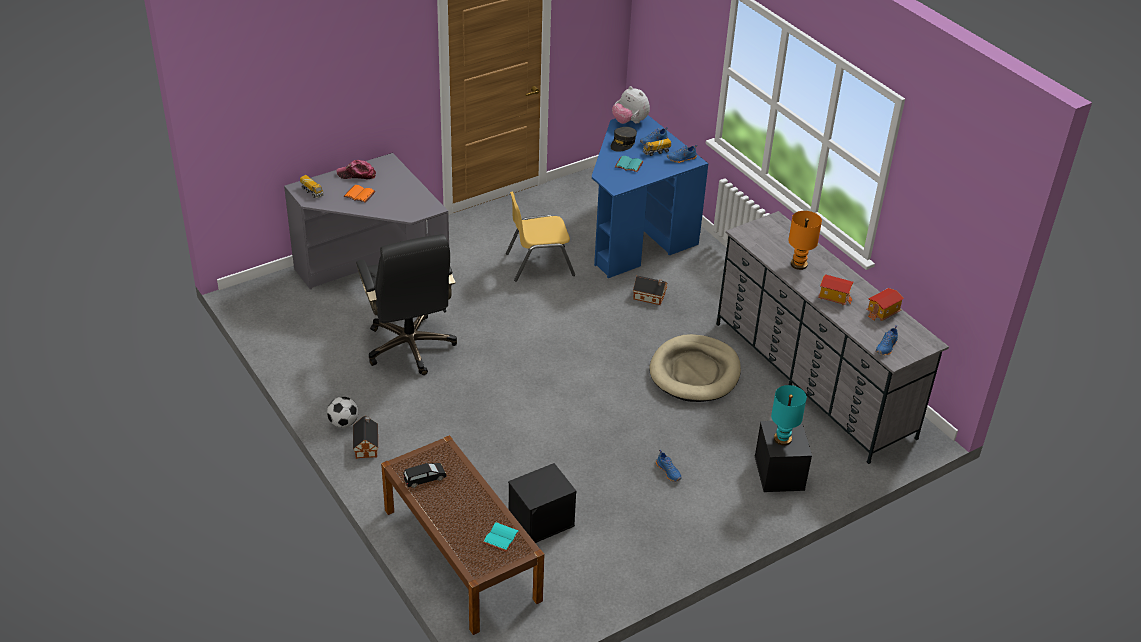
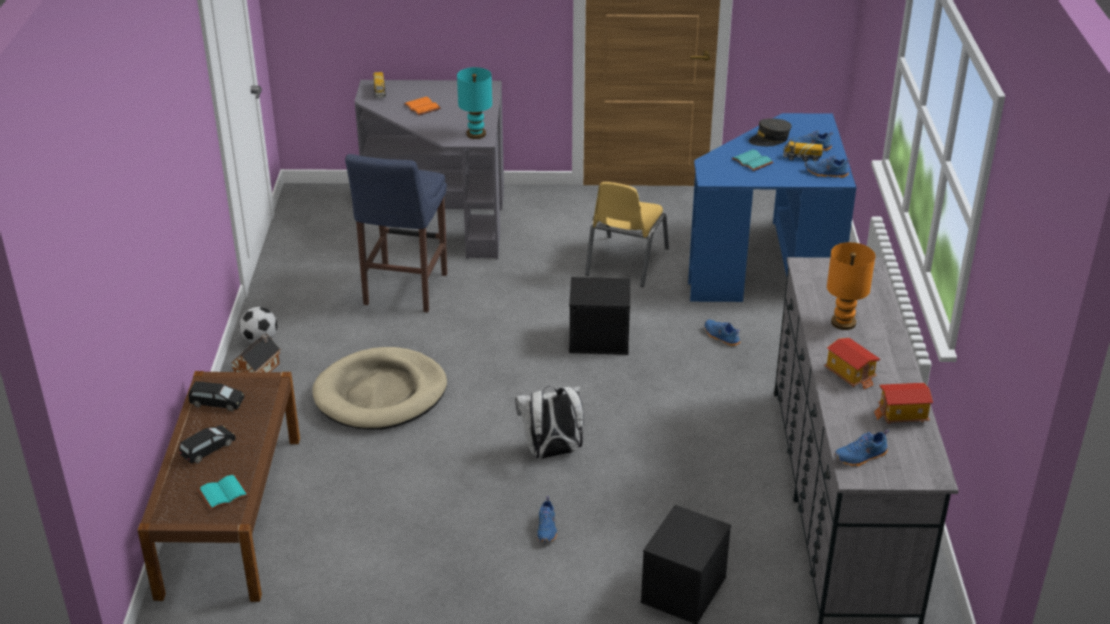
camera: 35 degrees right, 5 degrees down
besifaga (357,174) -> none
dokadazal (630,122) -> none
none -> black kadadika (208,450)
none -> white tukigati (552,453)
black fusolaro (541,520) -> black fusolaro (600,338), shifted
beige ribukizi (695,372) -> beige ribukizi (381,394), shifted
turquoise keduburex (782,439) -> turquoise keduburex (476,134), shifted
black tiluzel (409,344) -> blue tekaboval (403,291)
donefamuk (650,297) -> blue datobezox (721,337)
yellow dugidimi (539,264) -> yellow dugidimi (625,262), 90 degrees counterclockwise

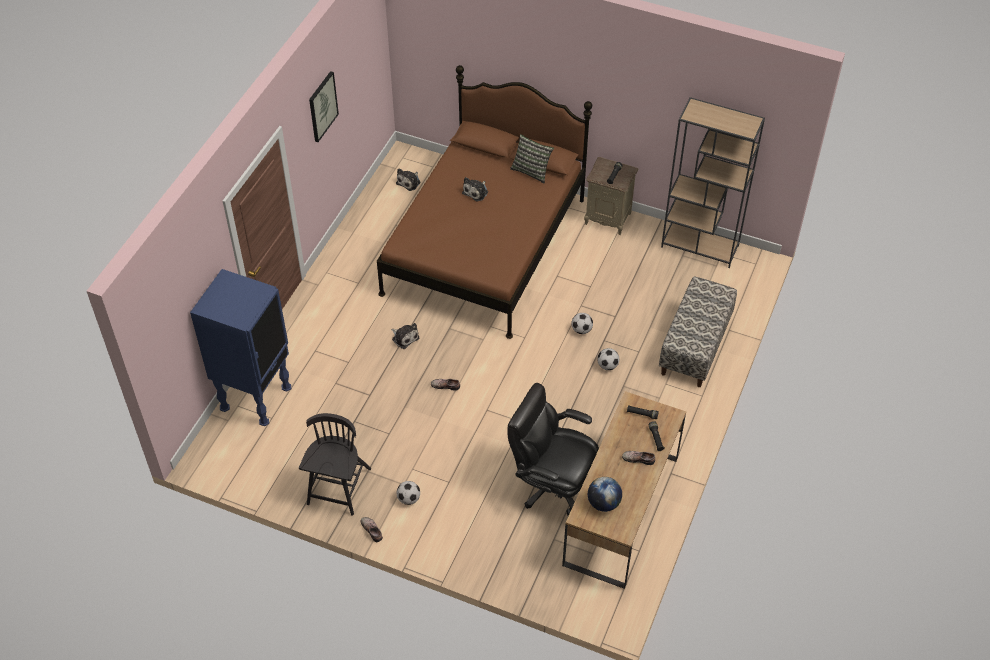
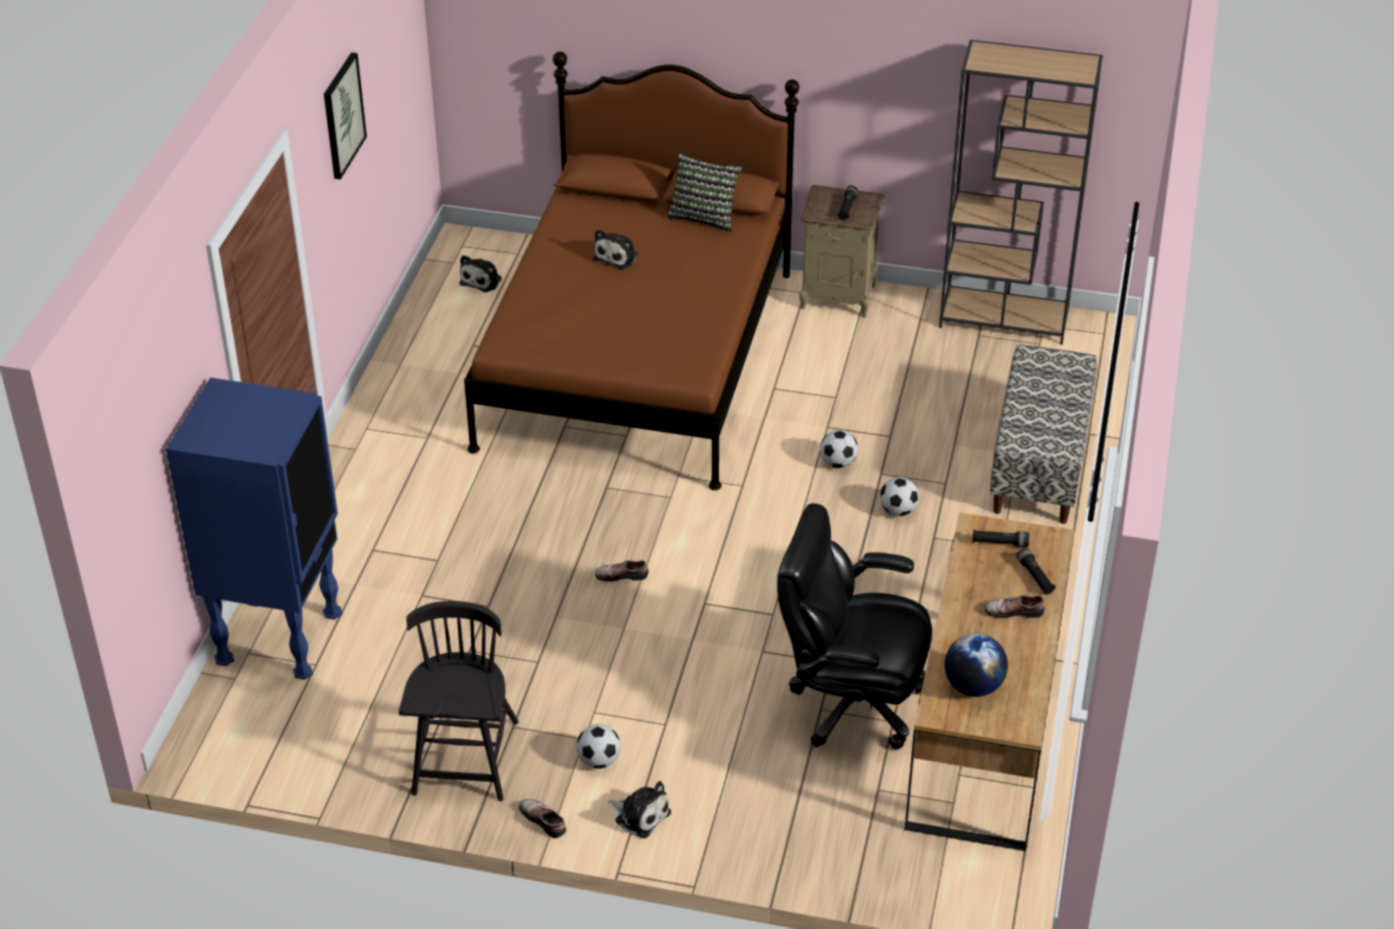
camera: 10 degrees left, 10 degrees down
dokadazal (404,337) -> dokadazal (640,815), shifted

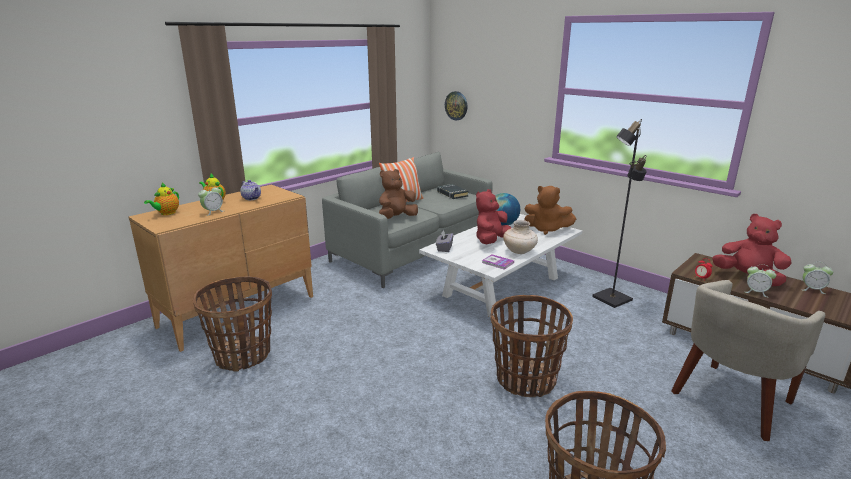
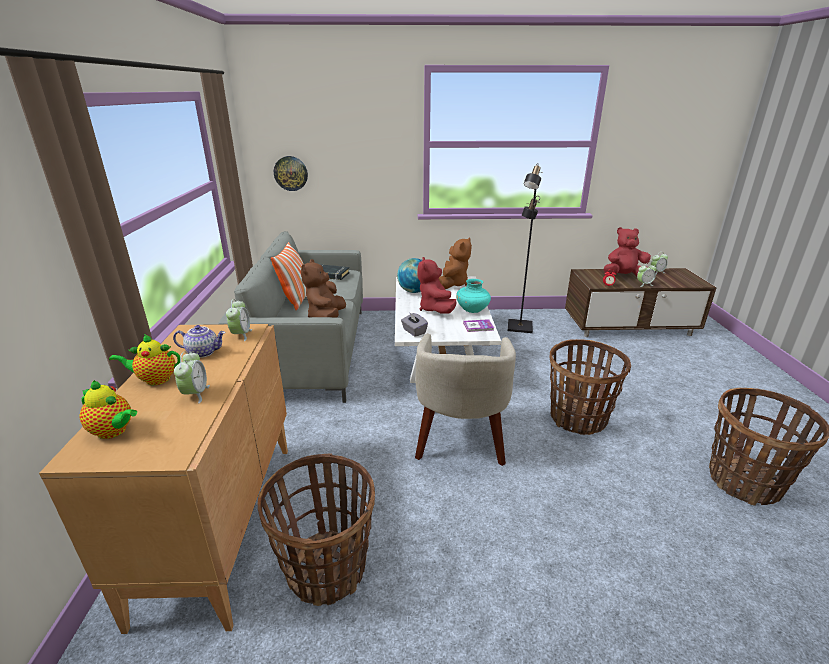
camera: 45 degrees left, 5 degrees up
none -> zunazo (241,335)
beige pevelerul (731,400) -> beige pevelerul (460,440), shifted
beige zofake (519,251) -> turquoise zofake (472,310)
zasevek (166,213) -> zasevek (114,431), 45 degrees counterclockwise
brown dokadazal (547,229) -> brown dokadazal (453,284), 45 degrees counterclockwise

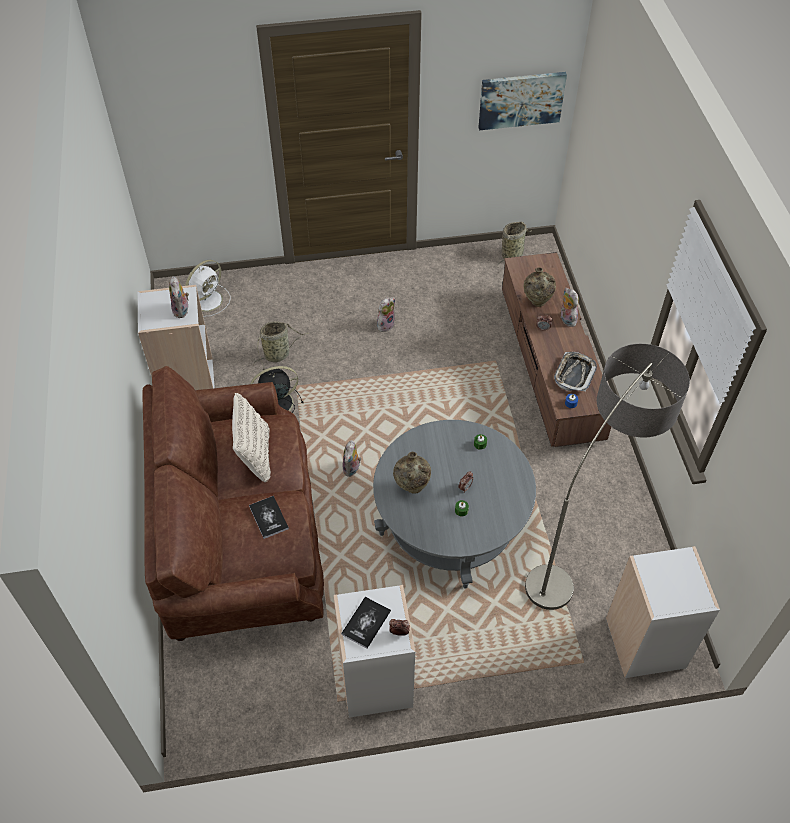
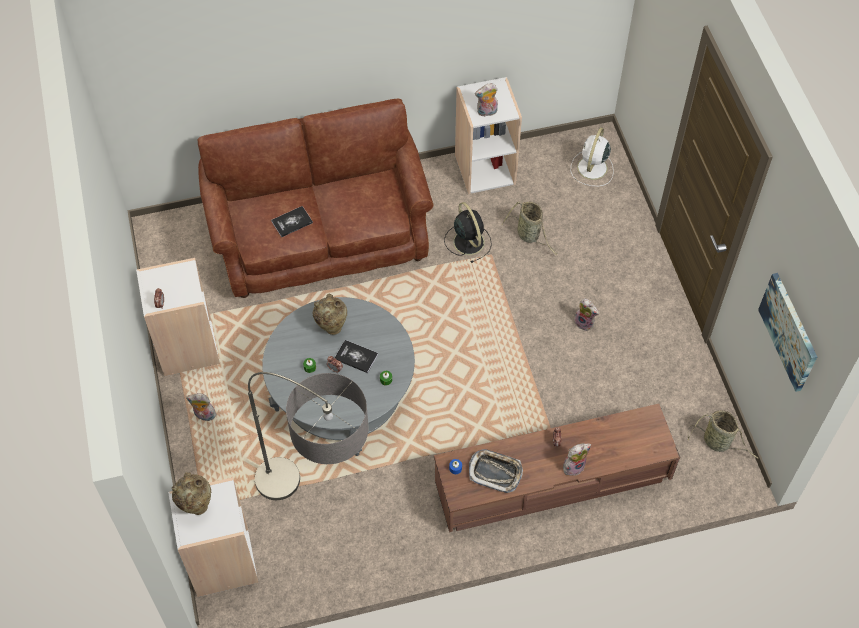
camera: 85 degrees right, 5 degrees up
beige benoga (255,456) -> none
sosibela (366,623) -> sosibela (356,357), shifted
dokadazal (352,469) -> dokadazal (204,416), shifted
beige zofake (537,303) -> beige zofake (196,505), shifted
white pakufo (208,299) -> white pakufo (591,169), 75 degrees clockwise

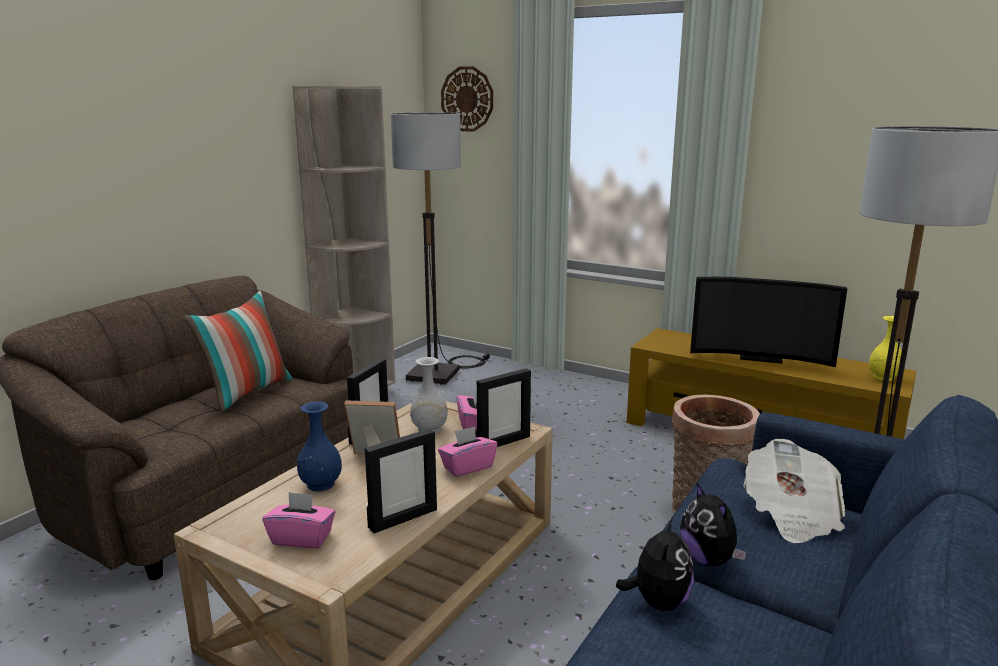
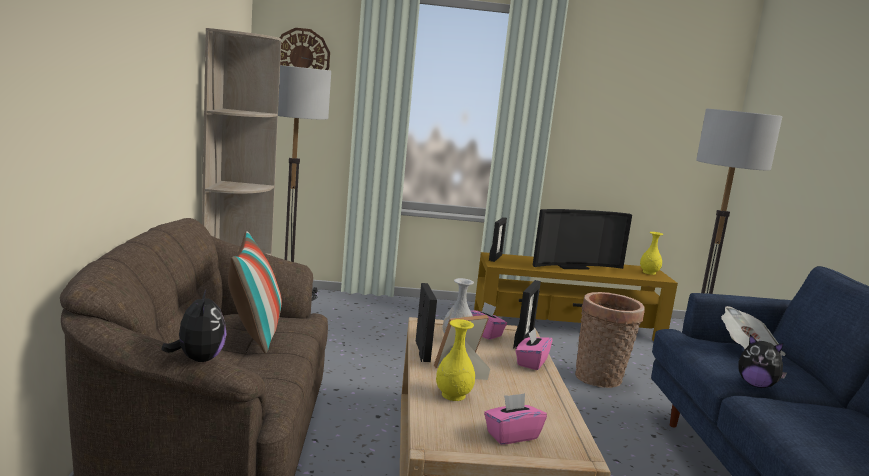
camera: 35 degrees left, 5 degrees down
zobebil (403,518) -> zobebil (495,257), shifted
dokadazal (658,602) -> dokadazal (198,359), shifted
blue zofake (320,484) -> yellow zofake (453,395)

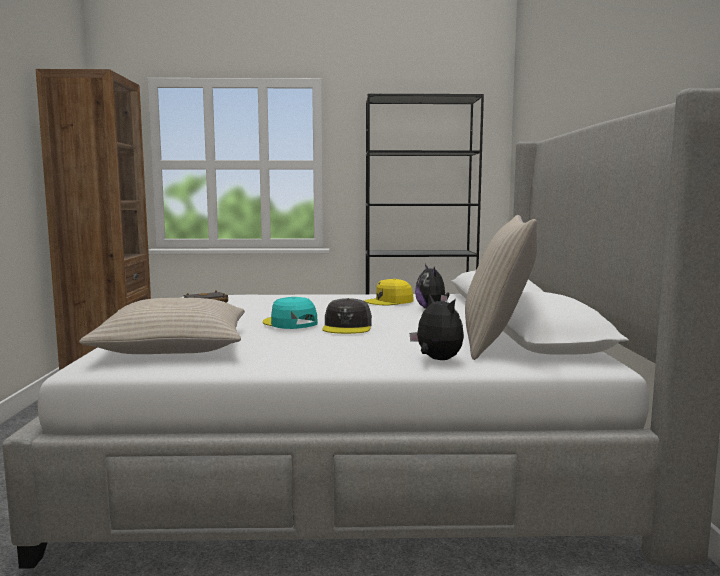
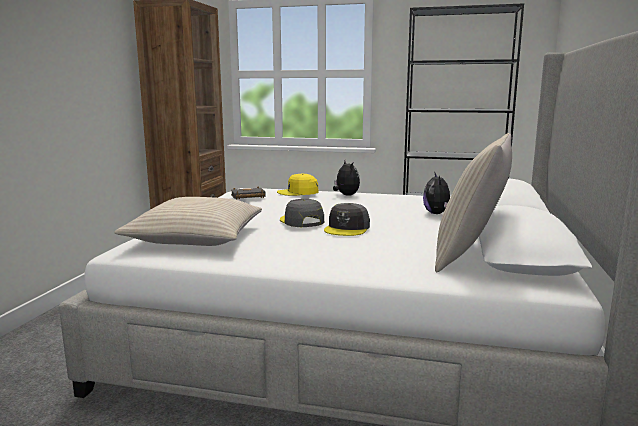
camera: 15 degrees right, 5 degrees up
yellow besifaga (389,301) -> yellow besifaga (298,192), shifted
dokadazal (437,360) -> dokadazal (346,195), shifted
turquoise besifaga (289,323) -> grey besifaga (301,221)

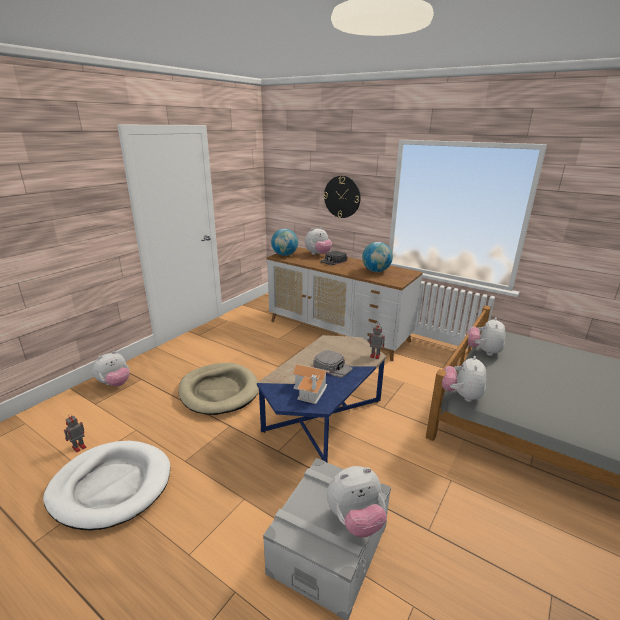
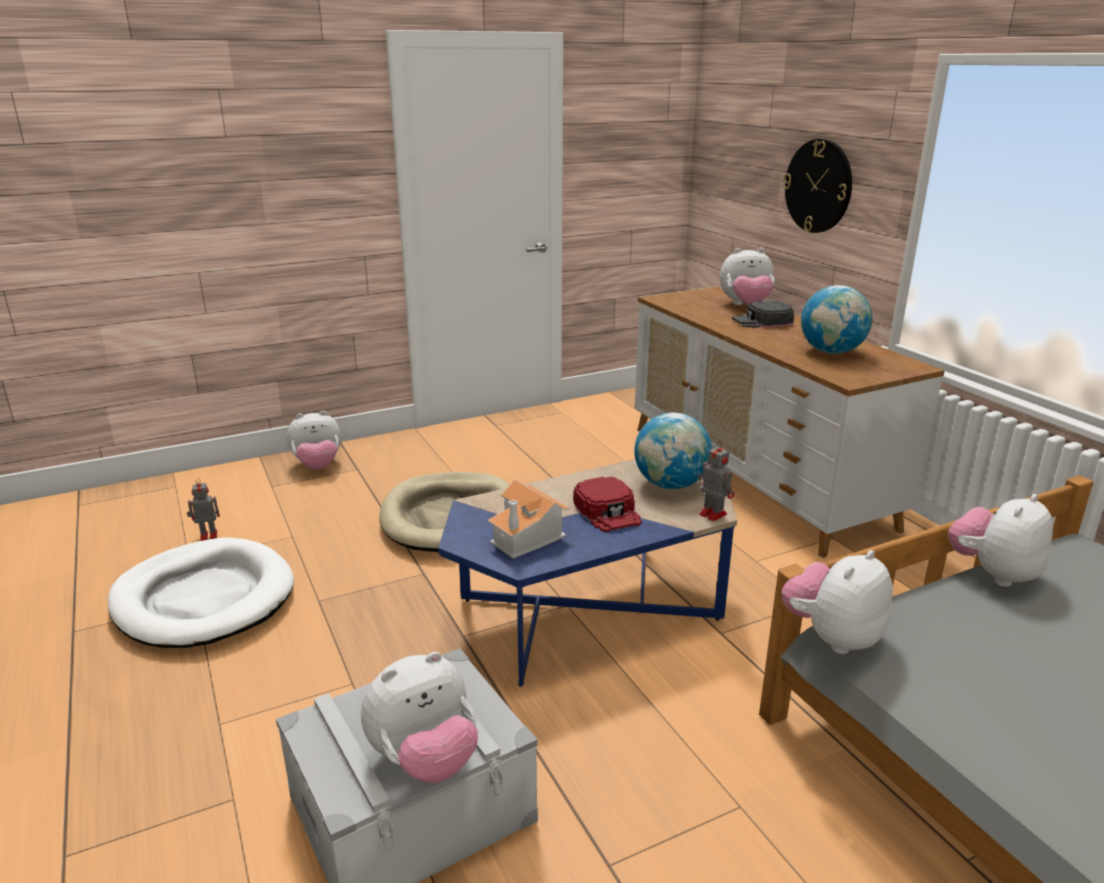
camera: 30 degrees right, 0 degrees up
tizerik (284,255) -> tizerik (670,485), shifted
grey besifaga (333,367) -> red besifaga (608,511)
dokadazal (355,520) -> dokadazal (425,760), 45 degrees counterclockwise

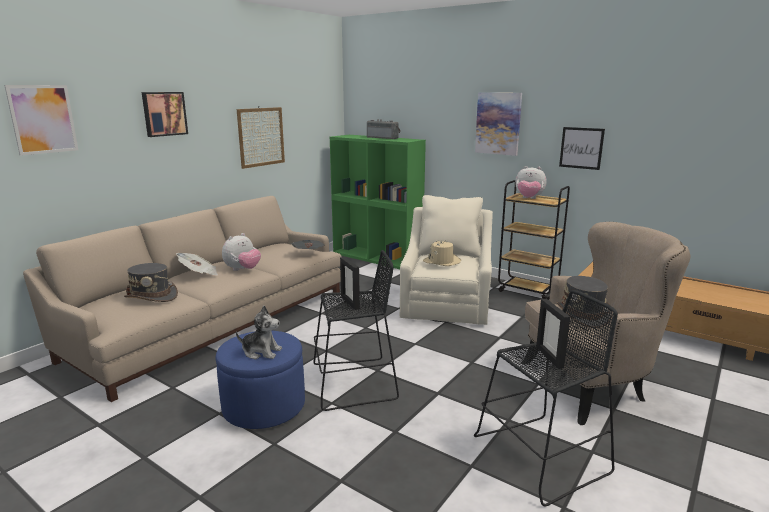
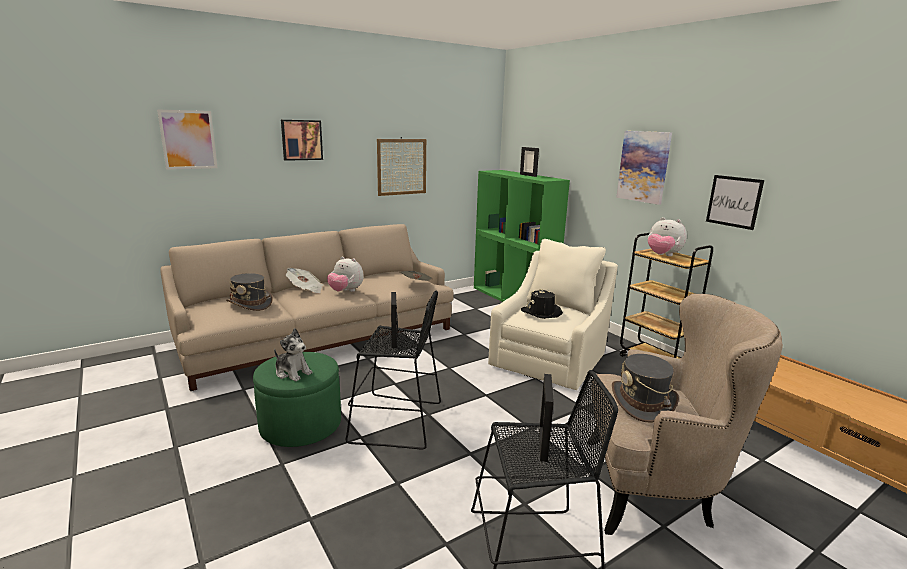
camera: 20 degrees right, 0 degrees up
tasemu (383,138) -> zobebil (528,175)
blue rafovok (264,406) -> green rafovok (301,425)
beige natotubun (442,261) -> black natotubun (541,312)
dokadazal (242,270) -> dokadazal (346,291), 60 degrees clockwise

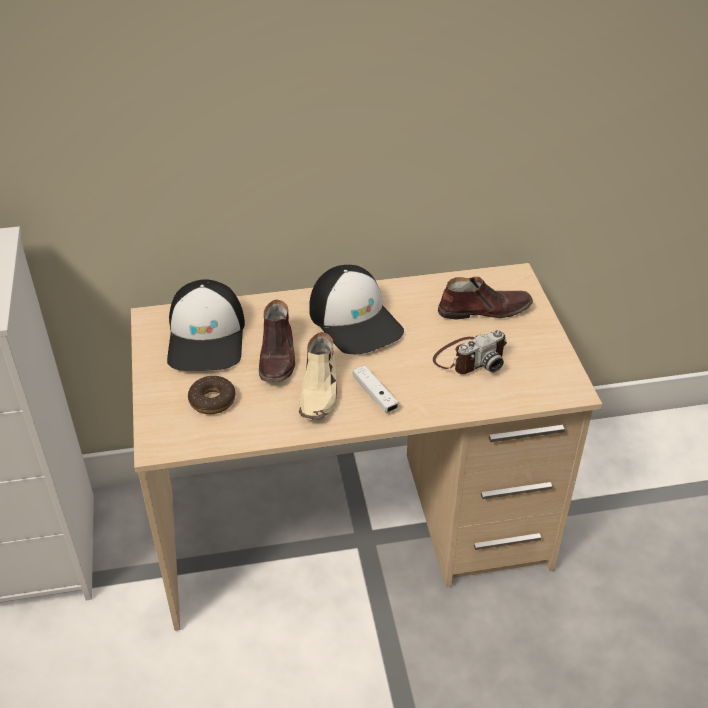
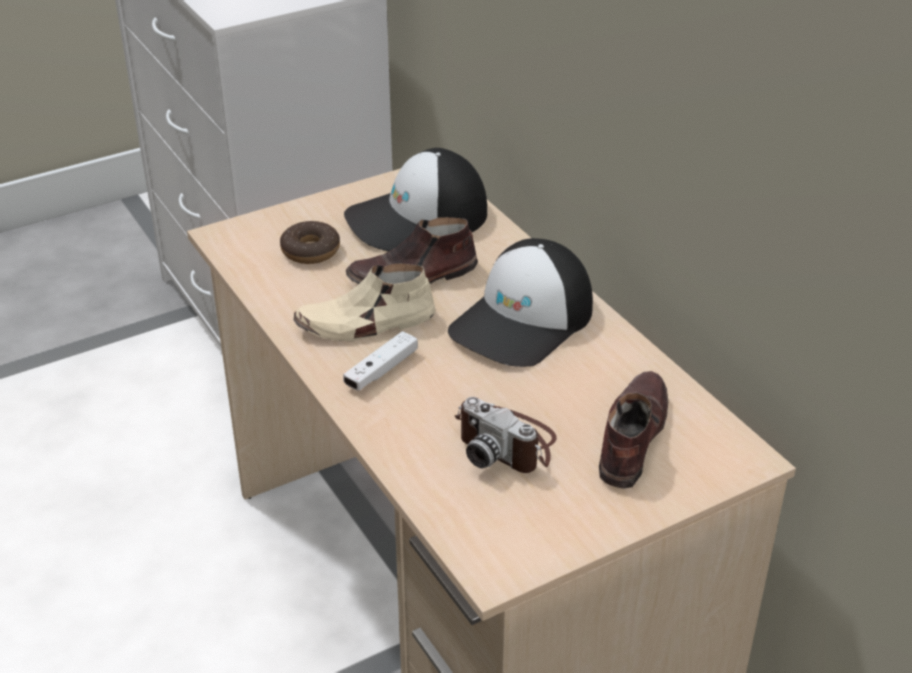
camera: 70 degrees right, 5 degrees down
brown datobezox (484,309) -> brown datobezox (631,437), 135 degrees counterclockwise

